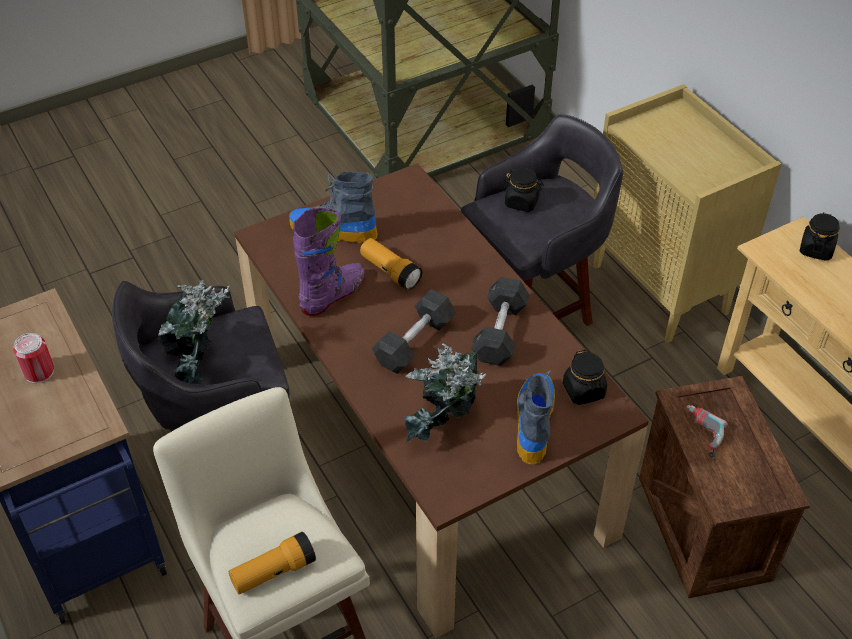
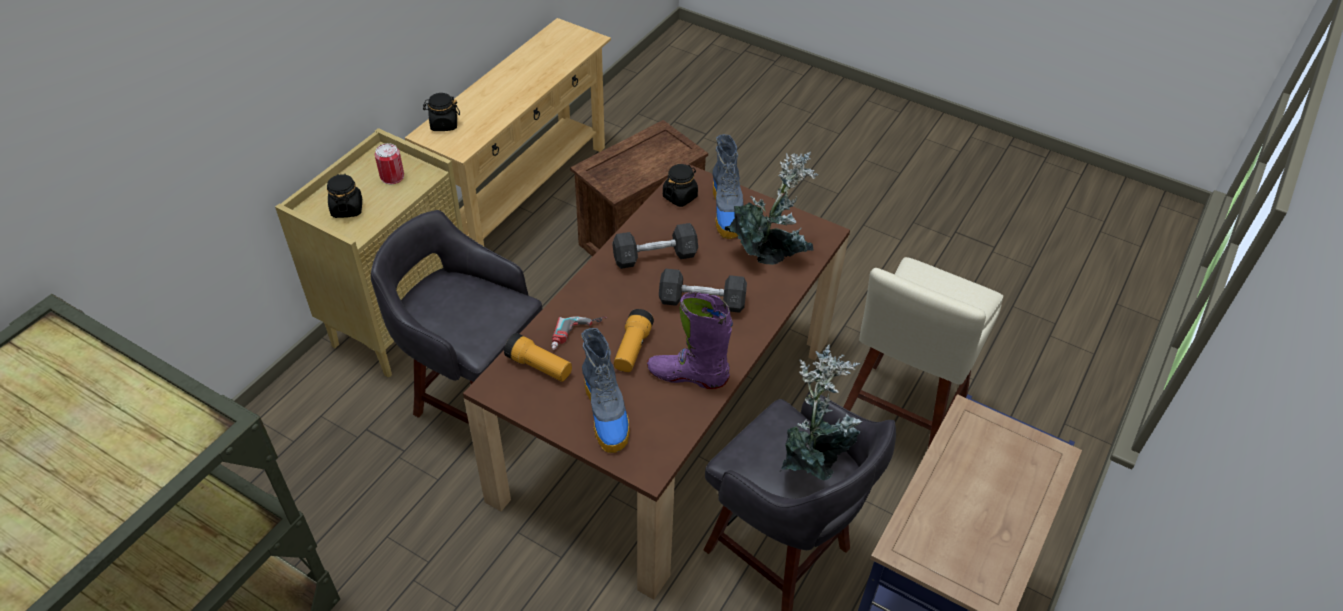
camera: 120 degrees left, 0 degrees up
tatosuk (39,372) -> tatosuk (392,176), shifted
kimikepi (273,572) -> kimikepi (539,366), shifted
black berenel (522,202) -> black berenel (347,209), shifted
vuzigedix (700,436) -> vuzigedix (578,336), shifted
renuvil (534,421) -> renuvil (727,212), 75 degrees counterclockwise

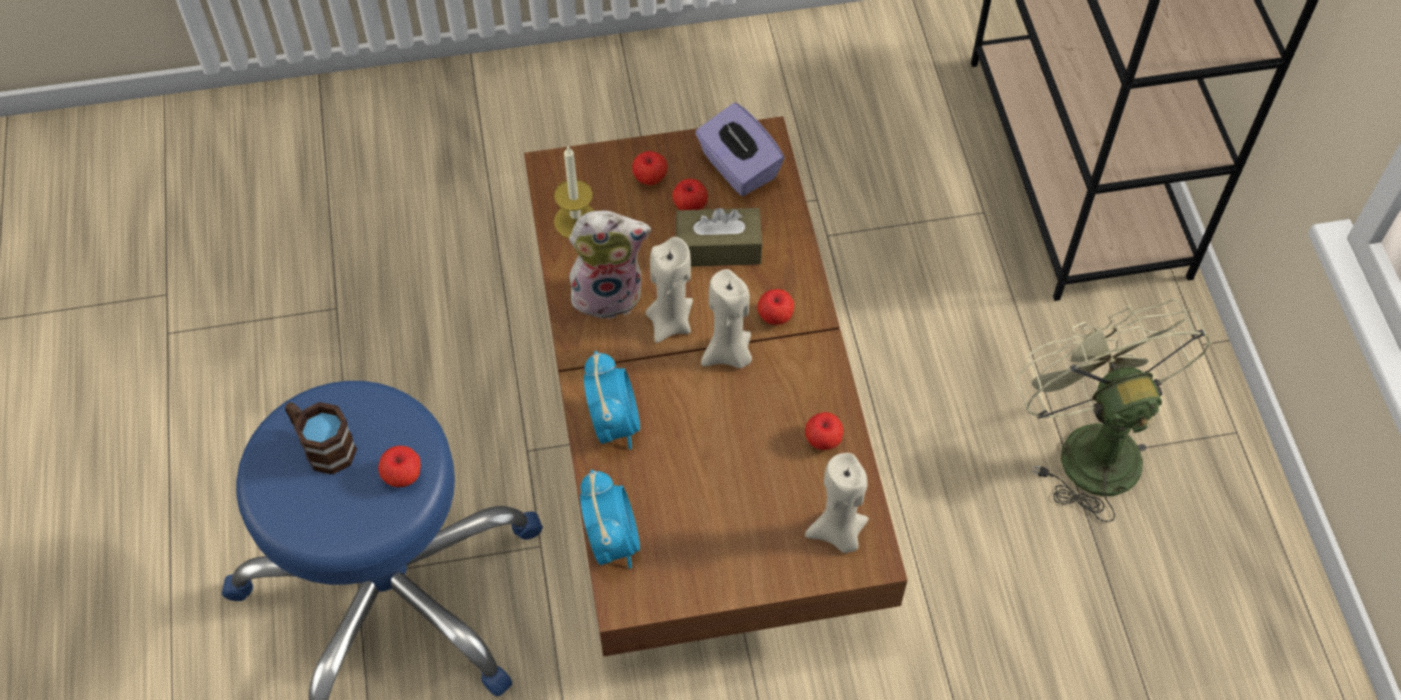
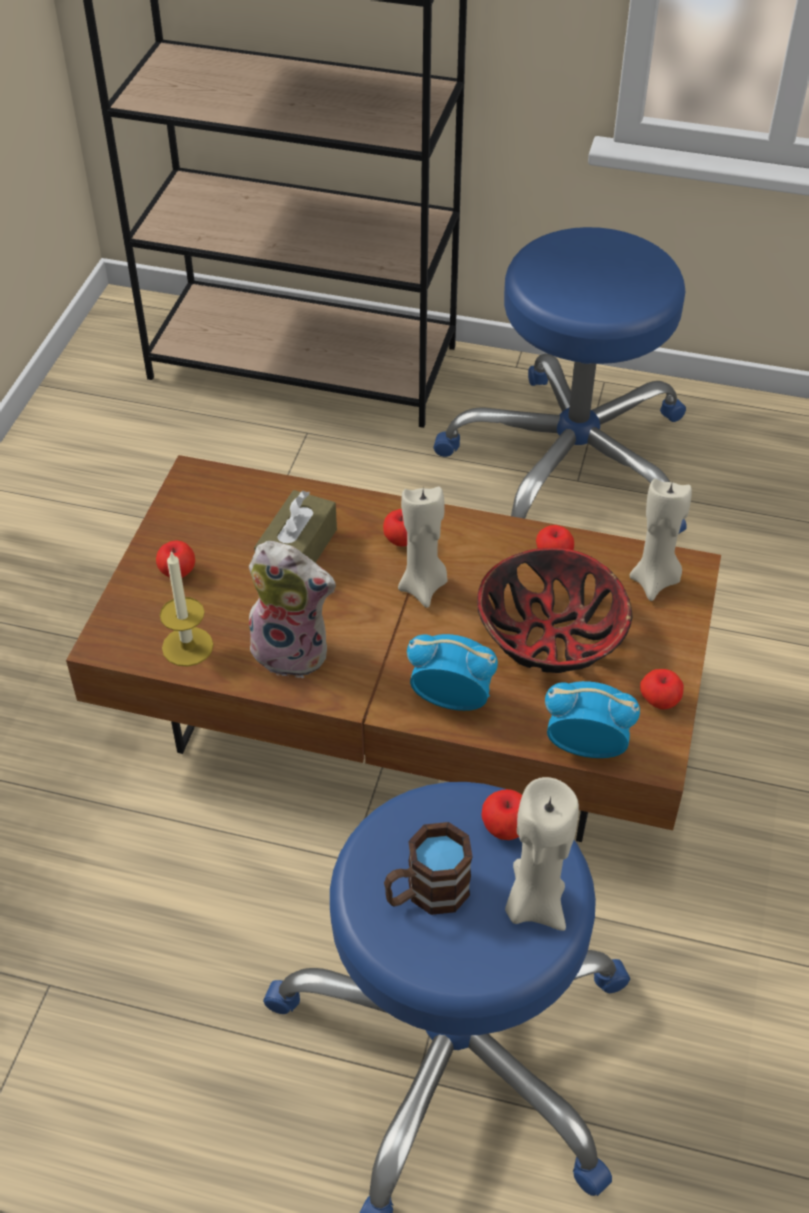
camera: 65 degrees left, 10 degrees down
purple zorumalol (738,168) -> none
none -> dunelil (551,636)
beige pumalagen (670,322) -> beige pumalagen (534,903), shifted
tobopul (690,206) -> tobopul (659,701), shifted
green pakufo (1088,445) -> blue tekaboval (570,463)
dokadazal (608,293) -> dokadazal (294,650), 90 degrees clockwise

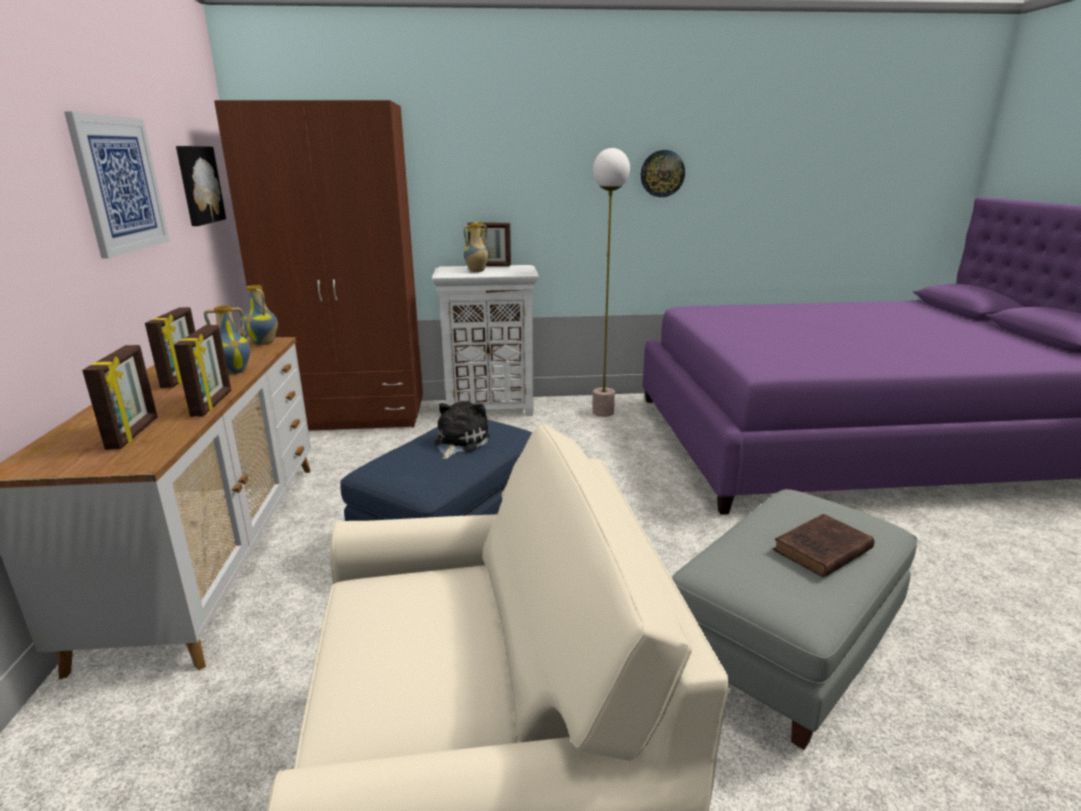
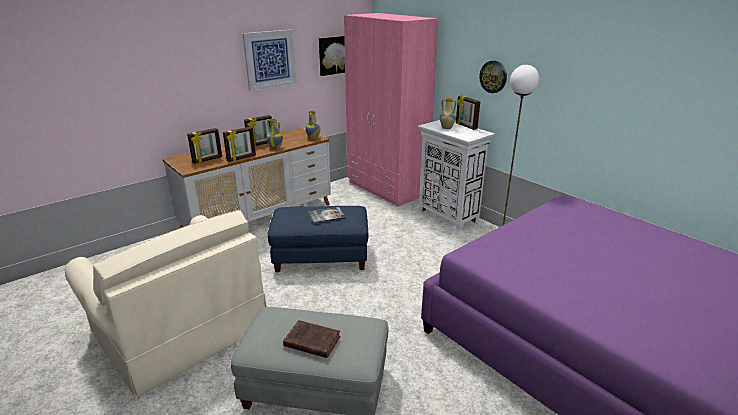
camera: 55 degrees right, 5 degrees up
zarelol (662,173) -> zarelol (493,76), shifted
dokadazal (459,442) -> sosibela (326,216)
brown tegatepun (353,417) -> pink tegatepun (386,189)

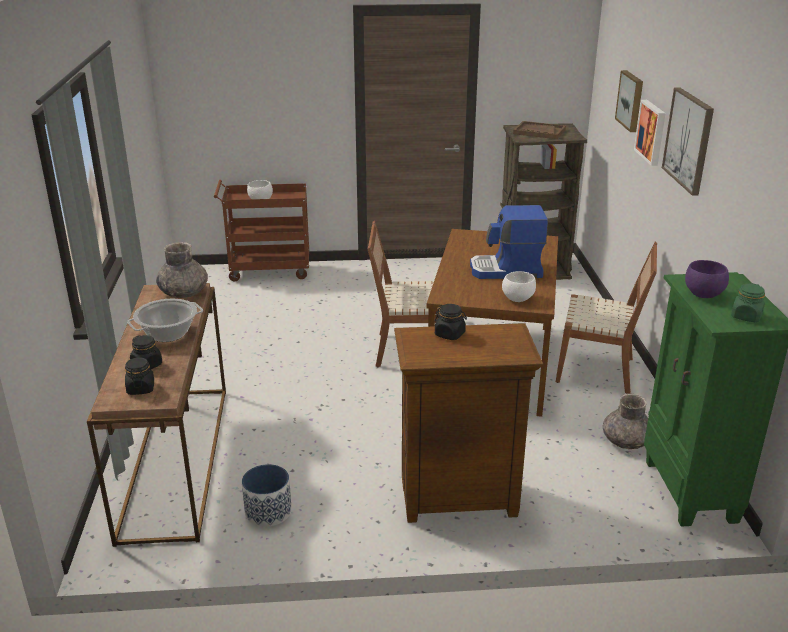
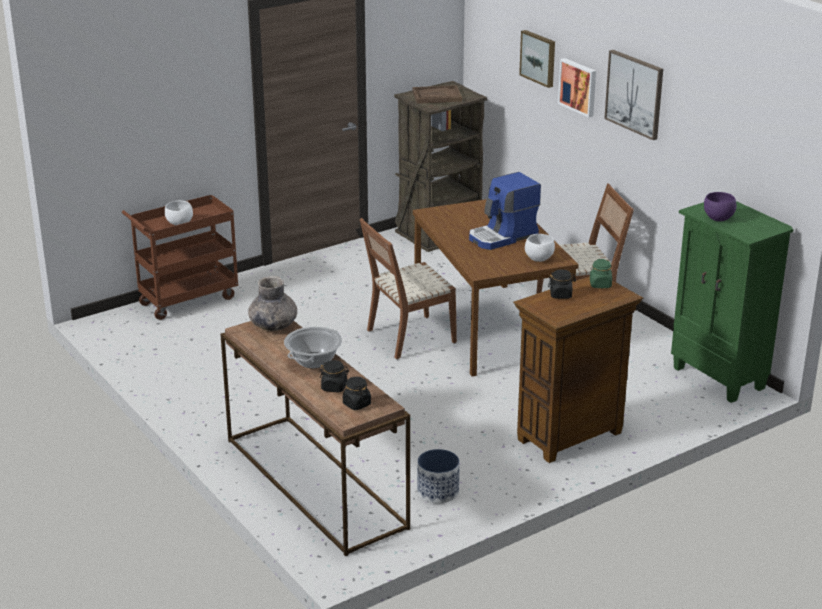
camera: 30 degrees left, 0 degrees up
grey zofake (626,442) -> none
green berenel (746,316) -> green berenel (600,285), shifted

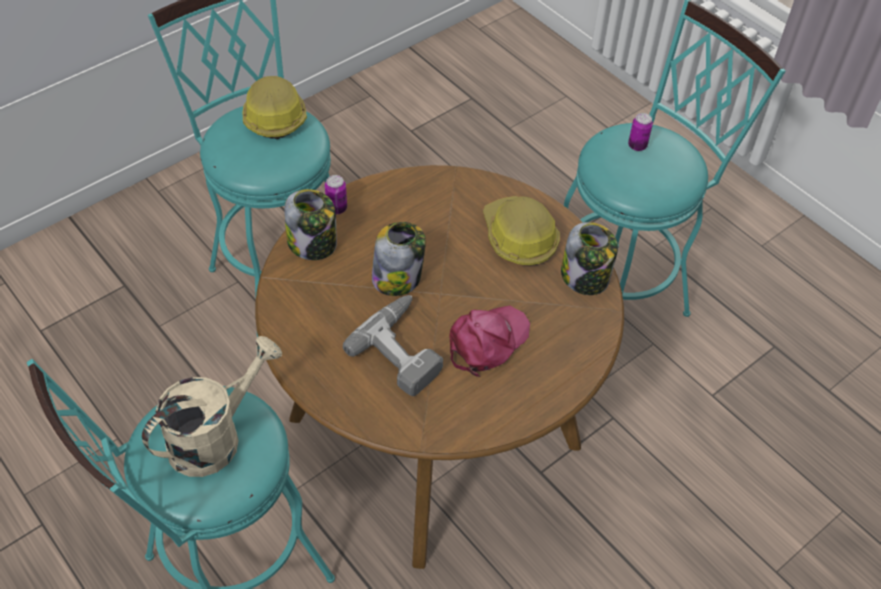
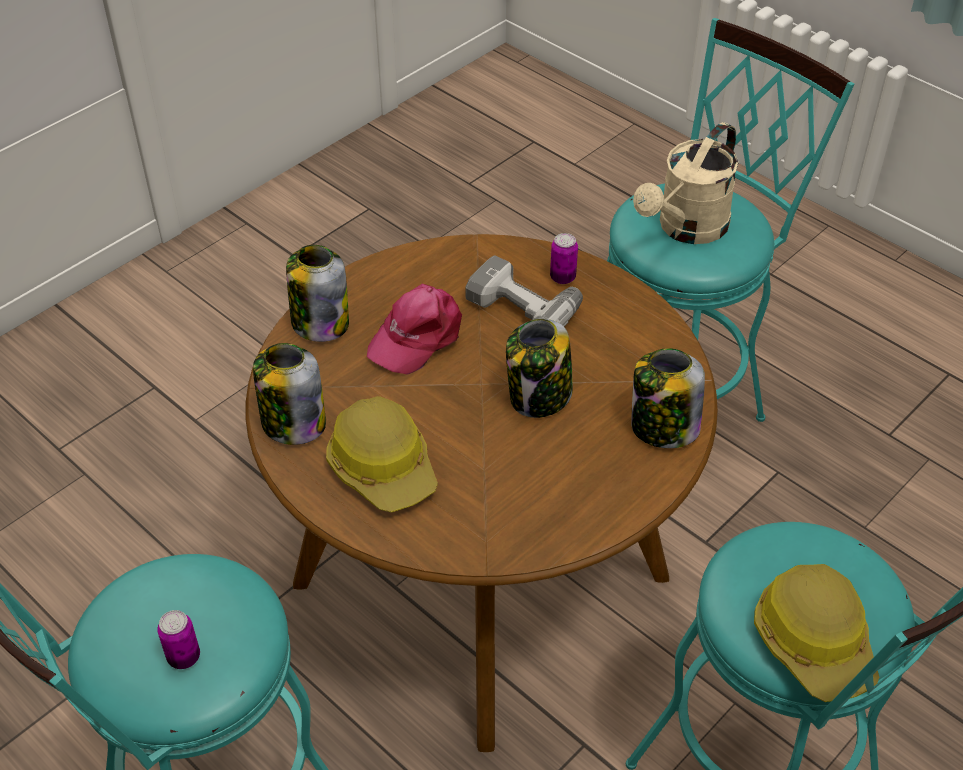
camera: 175 degrees right, 5 degrees down
none -> berenel (319,322)
tatosuk (337,208) -> tatosuk (562,277), shifted

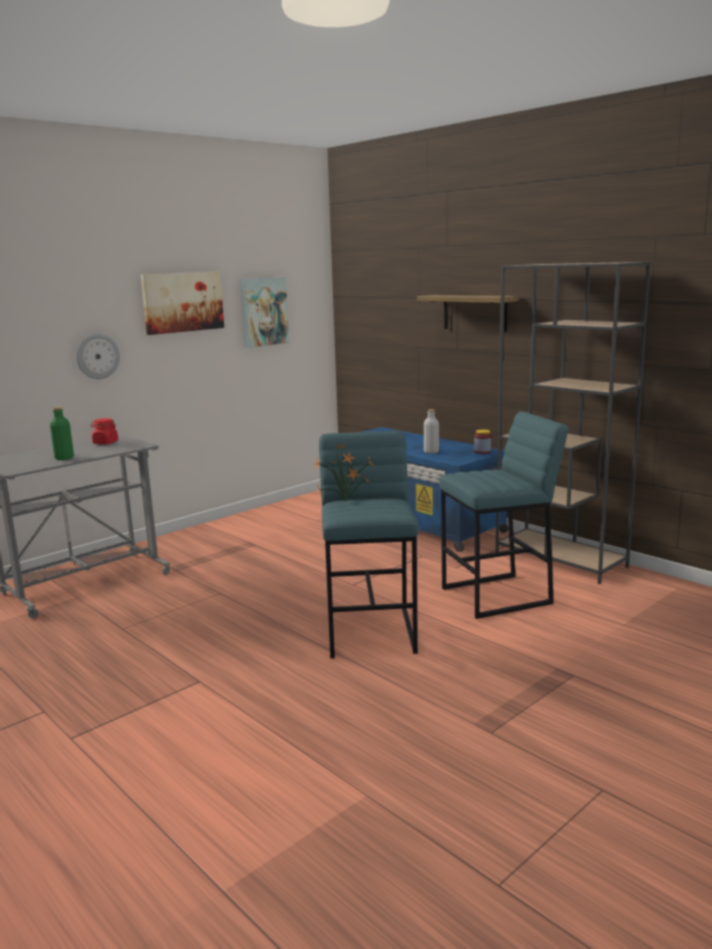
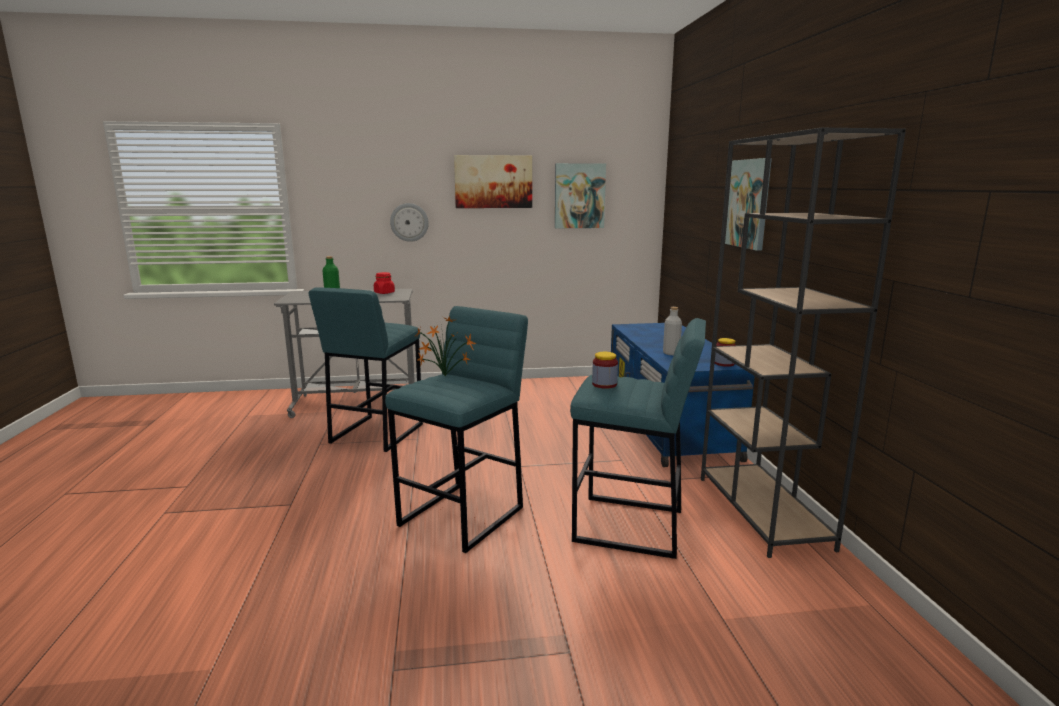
camera: 35 degrees right, 0 degrees up
none -> turquoise tekaboval (376,434)
none -> berenel (604,384)
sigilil (475,313) -> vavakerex (749,203)

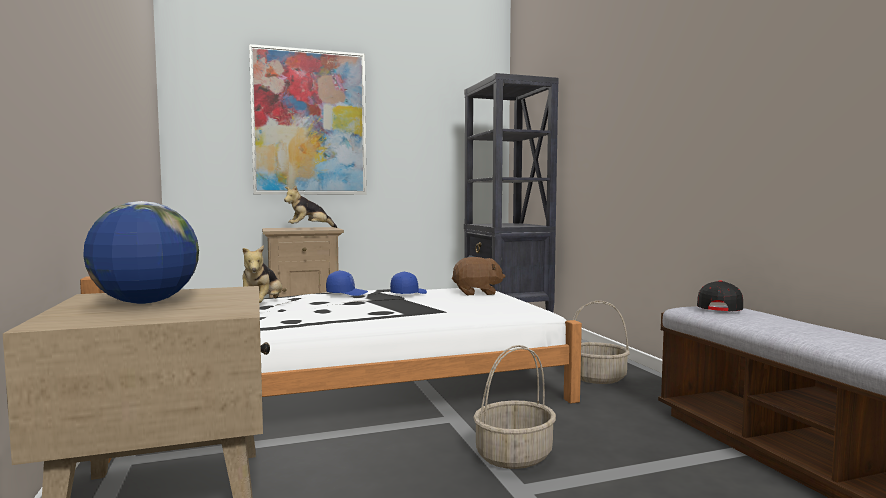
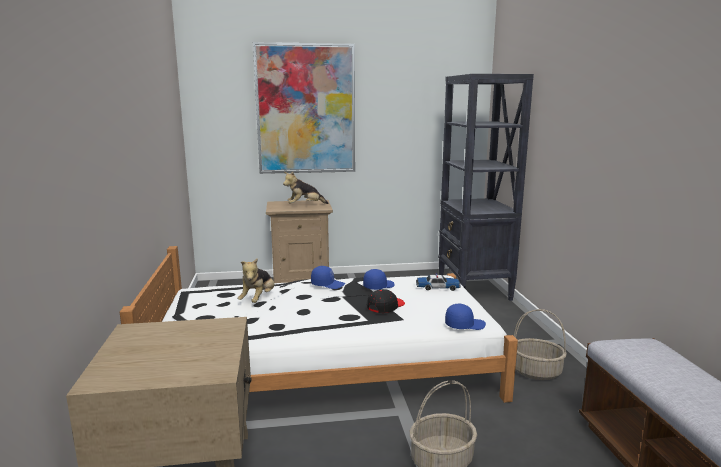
camera: 10 degrees right, 10 degrees up
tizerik (145,303) -> none
none -> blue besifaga (464,325)
black besifaga (719,308) -> black besifaga (385,307), shifted
brown dokadazal (477,293) -> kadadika (438,287)

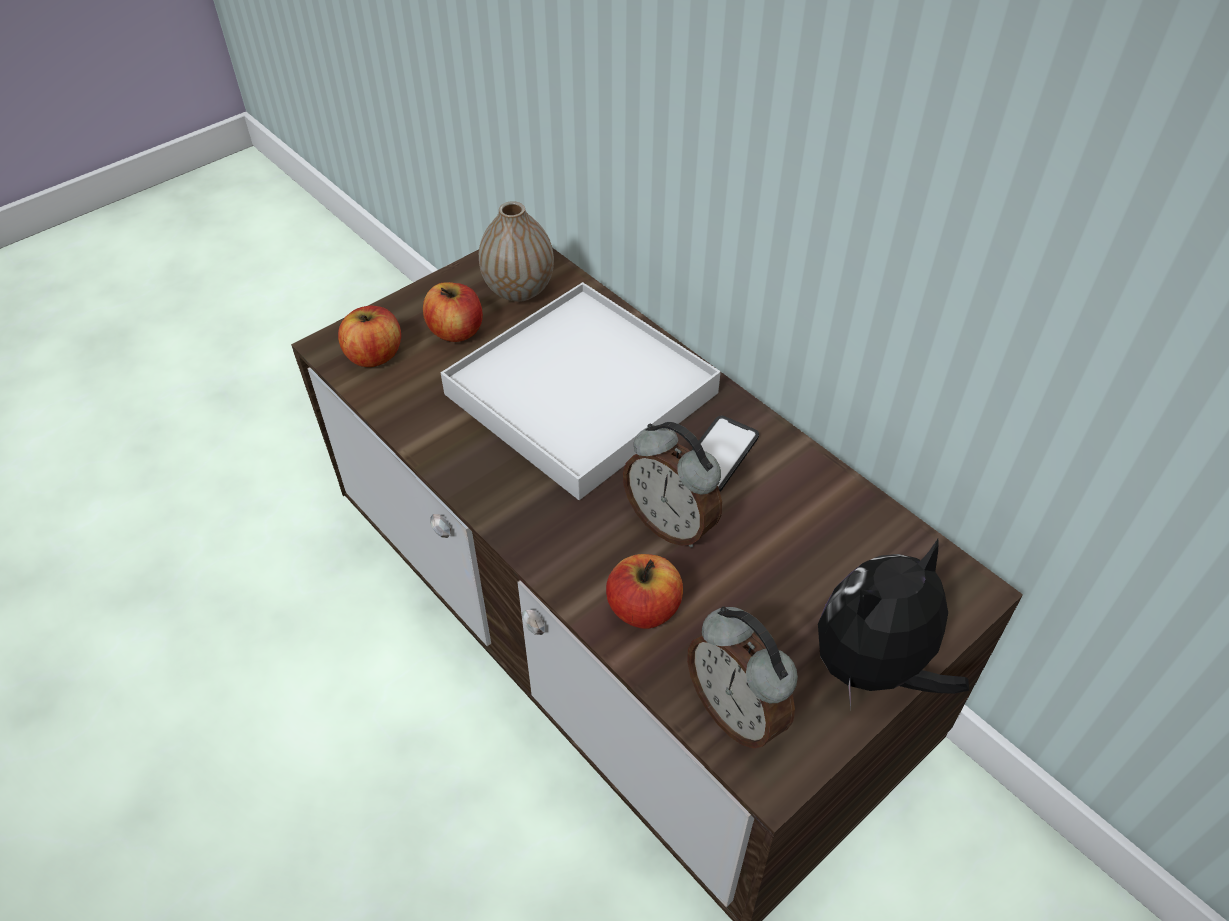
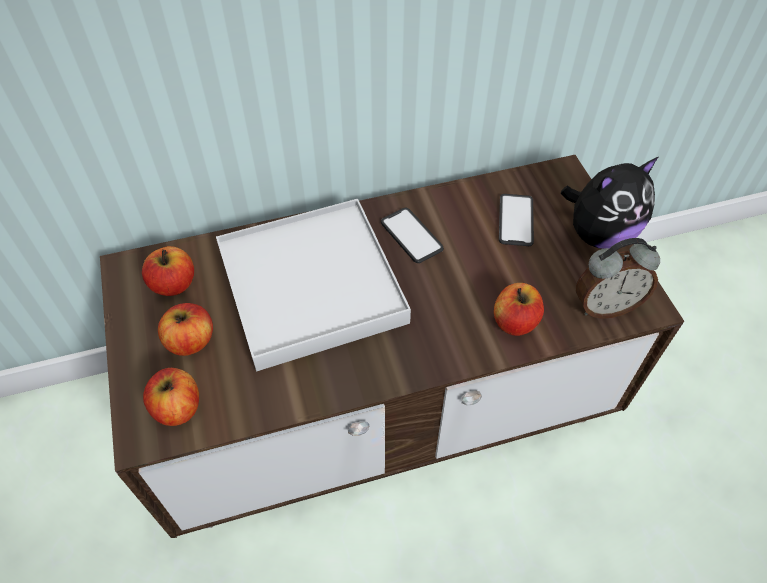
camera: 65 degrees left, 5 degrees up
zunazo (671,523) -> none
none -> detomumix (516,220)
zofake (519,290) -> tobopul (174,284)
dokadazal (874,669) -> dokadazal (599,233), 105 degrees counterclockwise

